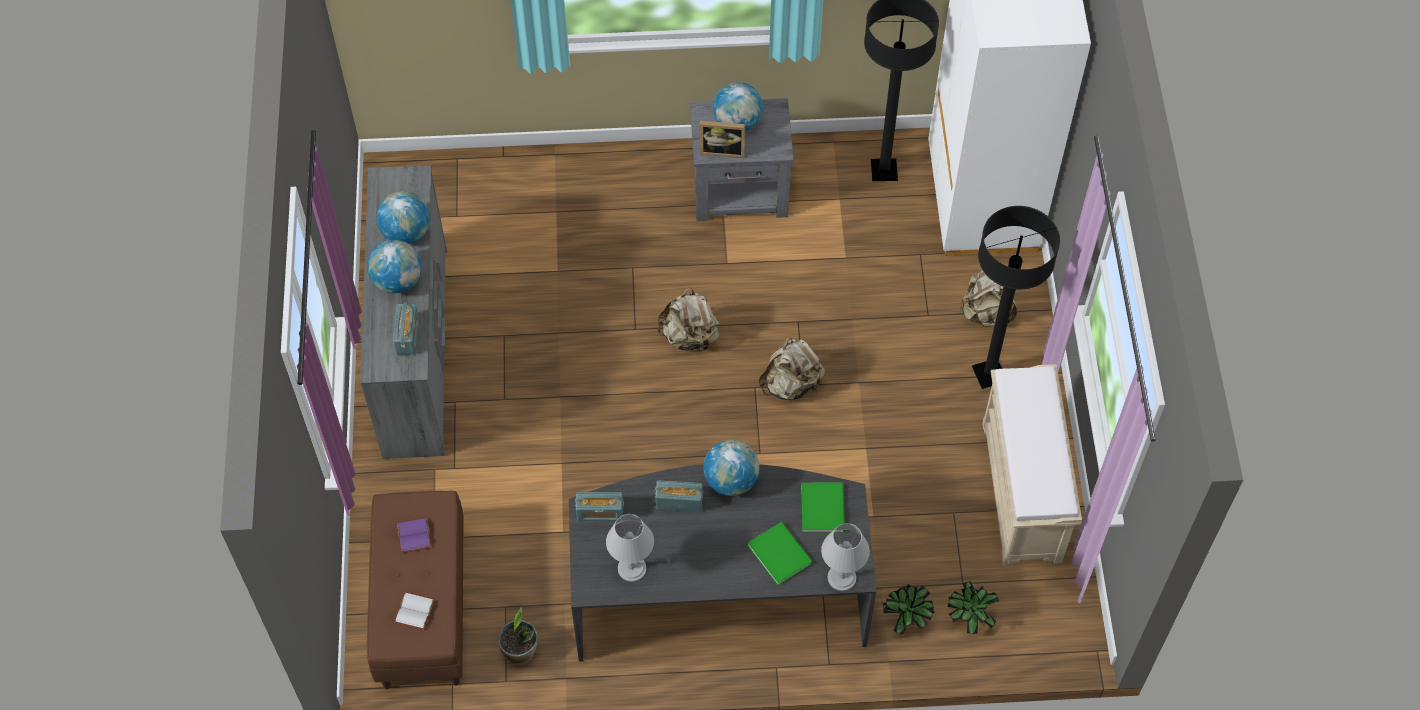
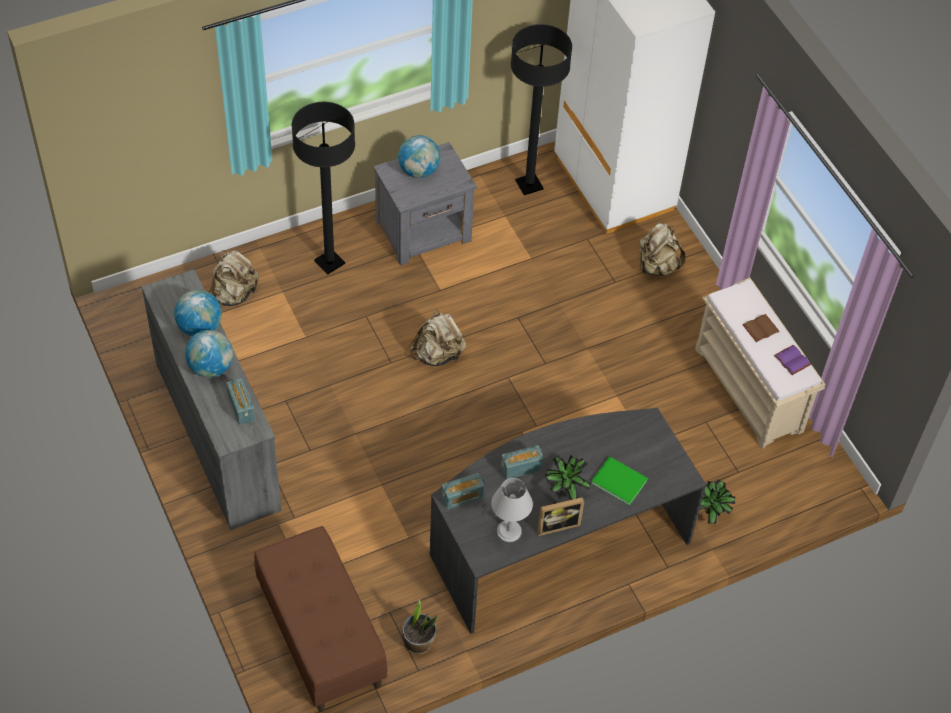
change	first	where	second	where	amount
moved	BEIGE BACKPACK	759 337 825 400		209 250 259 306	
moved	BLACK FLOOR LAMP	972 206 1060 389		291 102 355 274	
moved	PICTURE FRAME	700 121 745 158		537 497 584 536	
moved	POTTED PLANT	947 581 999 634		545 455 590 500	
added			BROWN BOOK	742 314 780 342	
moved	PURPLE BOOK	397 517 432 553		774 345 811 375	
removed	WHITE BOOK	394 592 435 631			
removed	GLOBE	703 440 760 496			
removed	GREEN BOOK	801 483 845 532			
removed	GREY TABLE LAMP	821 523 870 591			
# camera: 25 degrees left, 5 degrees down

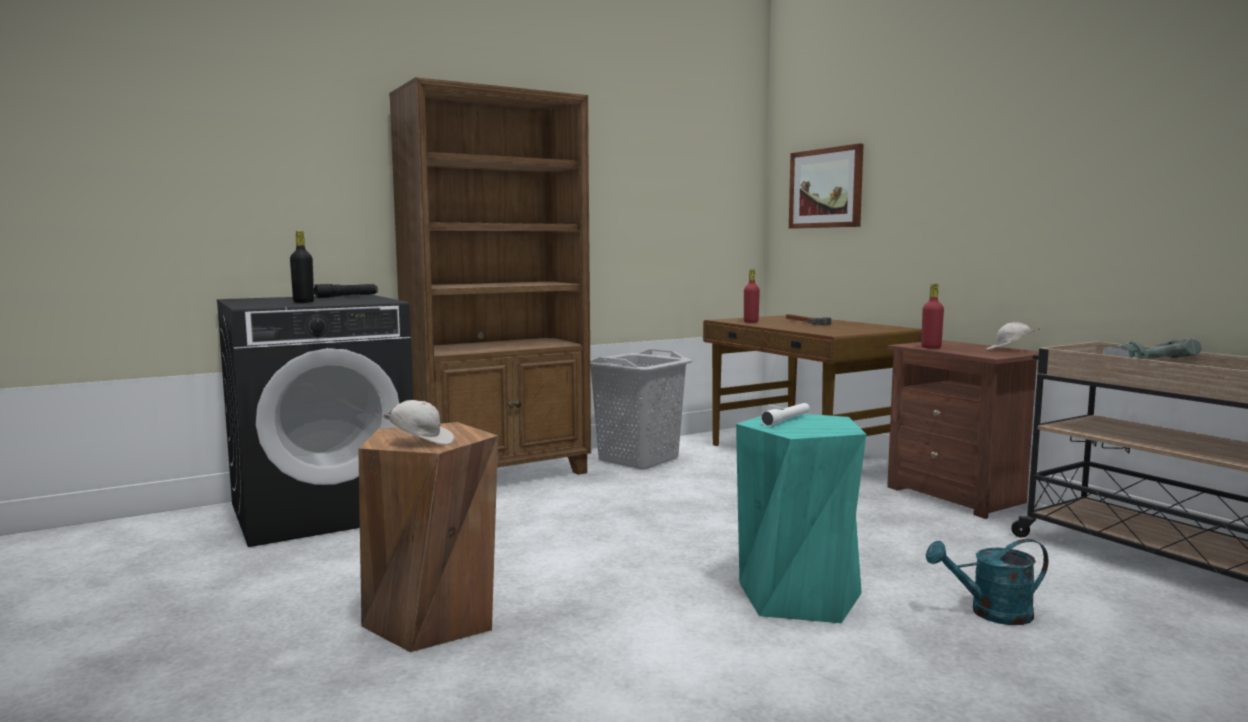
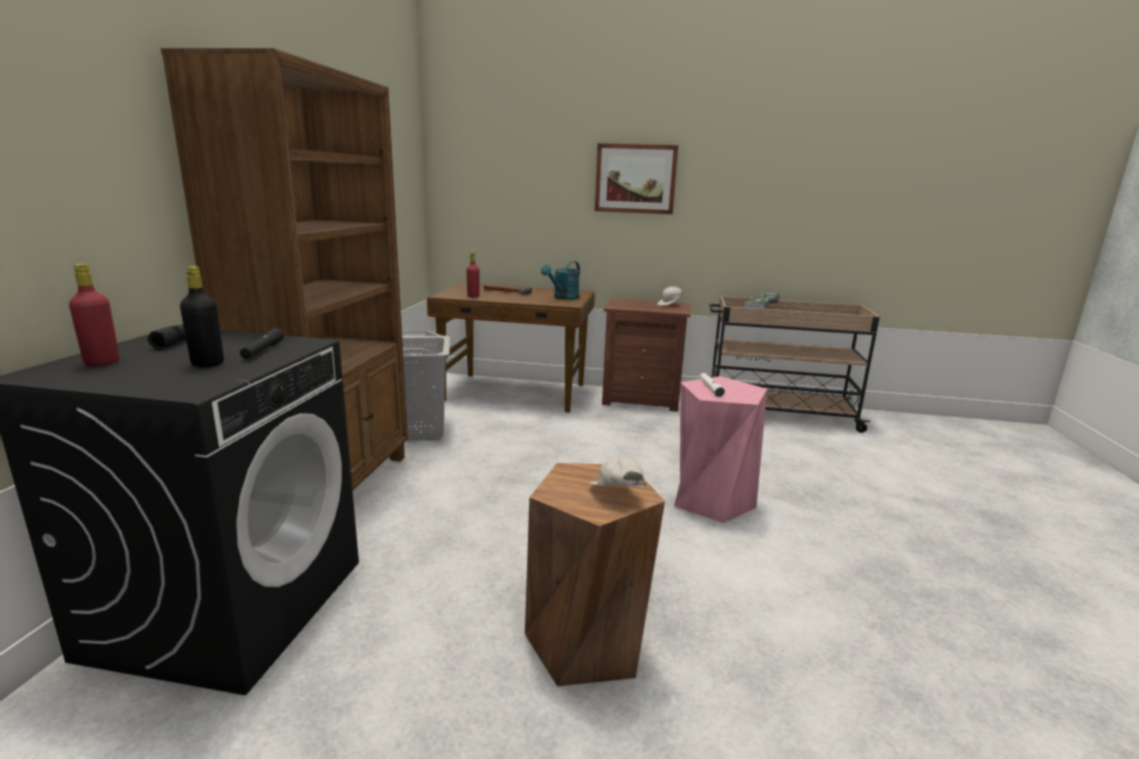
change	first	where	second	where	amount
moved	RED BOTTLE	921 284 944 349		69 264 120 366	
added			BLACK FLASHLIGHT	240 328 284 359	
moved	TURQUOISE WATERING CAN	926 539 1048 625		541 261 580 300	
turned	WHITE CAP	374 400 454 445		589 458 647 487	60 degrees counterclockwise
moved	PICTURE	789 143 864 229		595 143 678 214	
recoloured	TURQUOISE STOOL	736 414 866 623	PINK STOOL	674 376 767 523	
# camera: 50 degrees left, 10 degrees up

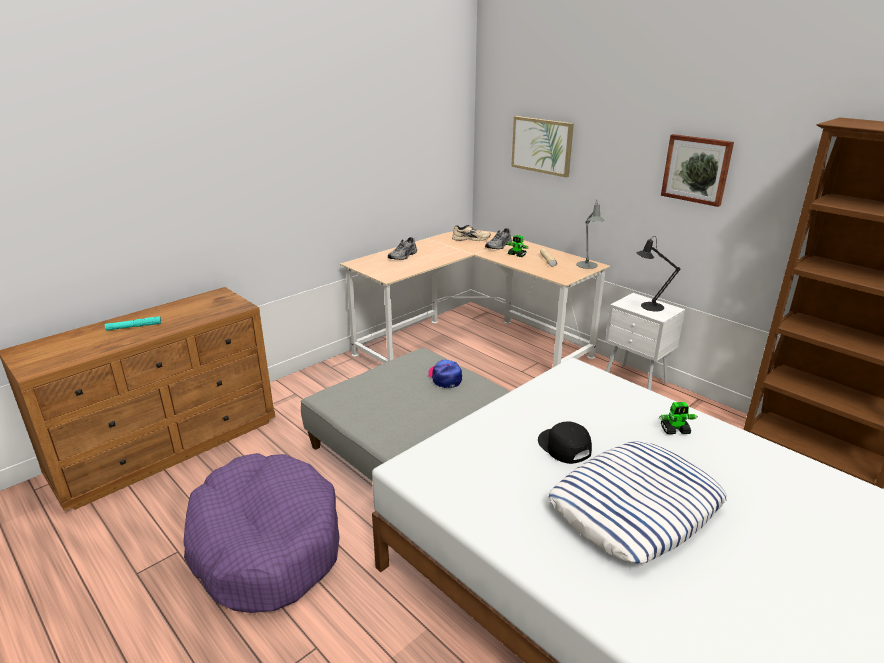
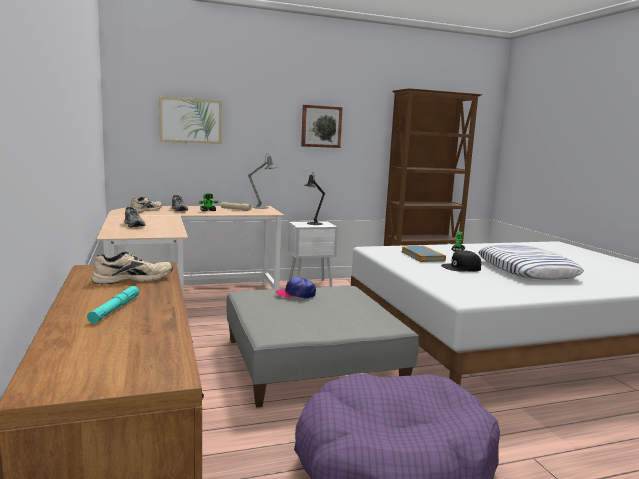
change	first	where	second	where	amount
added			BEIGE SHOE	91 252 173 284	
added			BOOK	401 246 446 262	
# camera: 65 degrees left, 15 degrees down

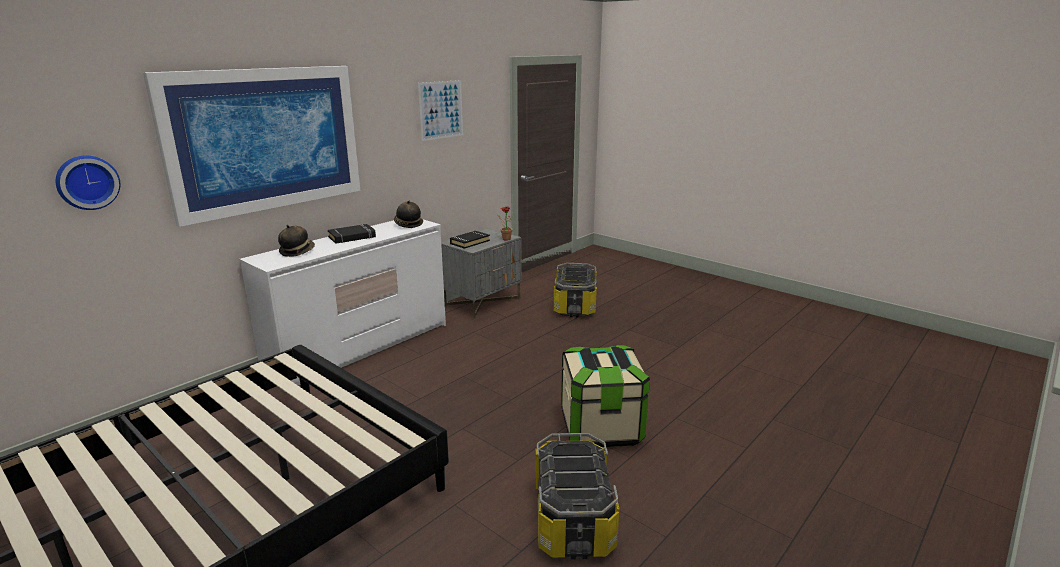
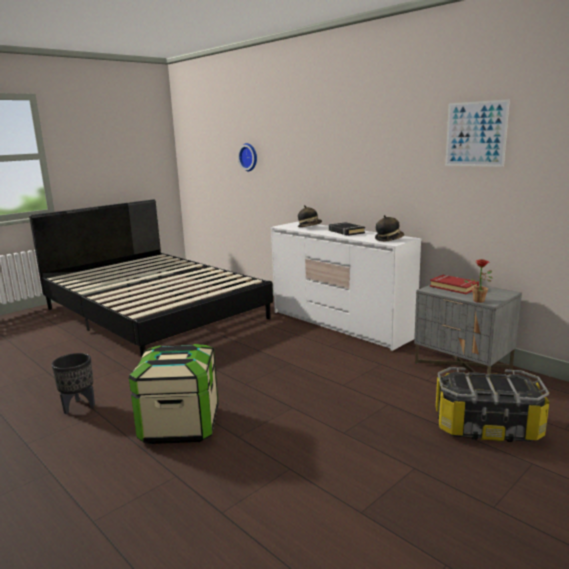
change	first	where	second	where	amount
replaced	STORAGE BOX	535 433 619 560	BLACK PLANTER	51 353 95 414	
recoloured	BLACK BOOK	450 231 490 249	RED BOOK	430 275 479 294	
removed	PICTURE	143 66 360 227			
# camera: 95 degrees right, 5 degrees down

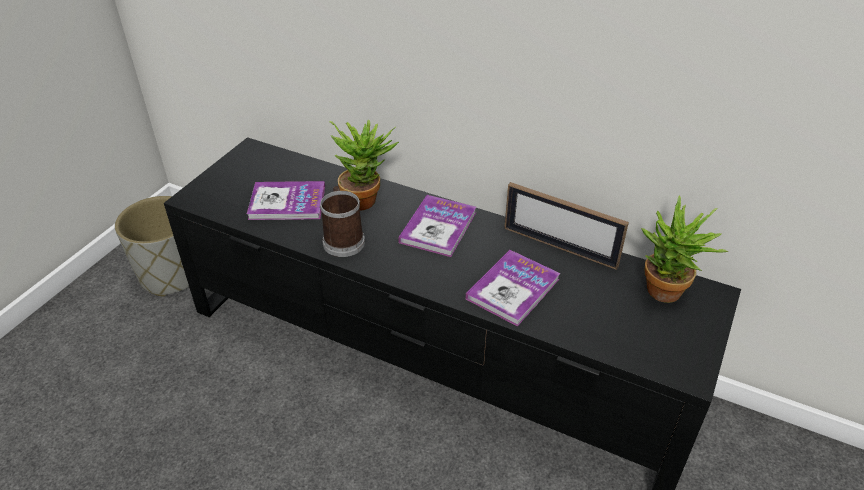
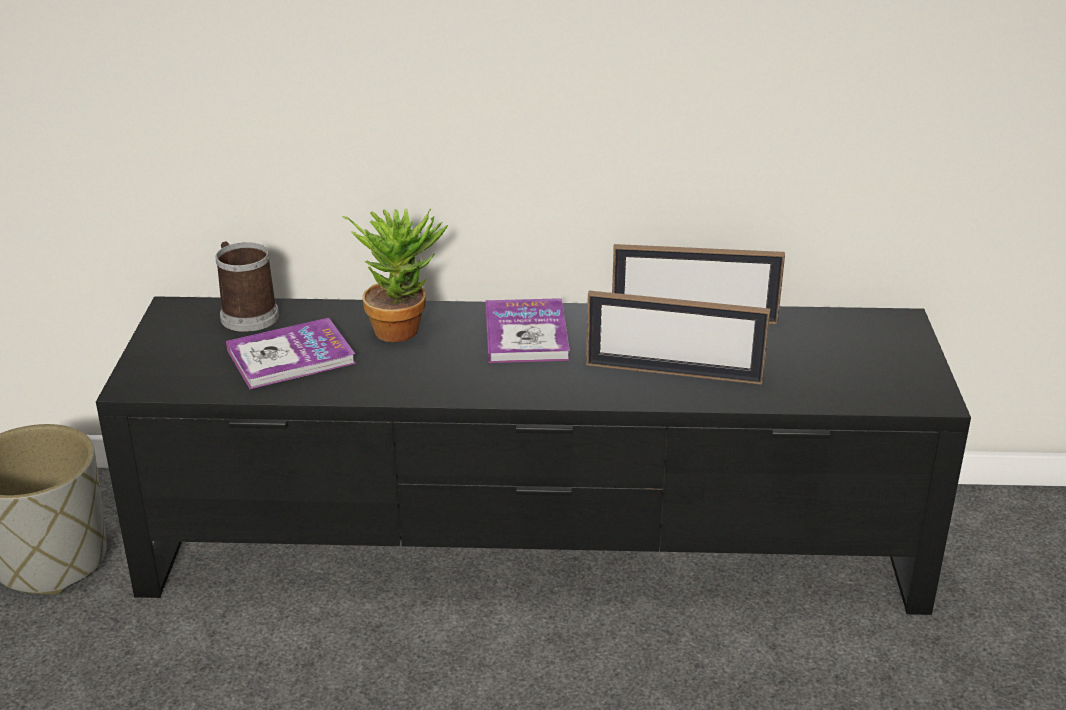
change	first	where	second	where	amount
moved	MUG	320 186 365 257		216 241 279 332	
replaced	BOOK	466 250 560 327	PICTURE FRAME	586 291 770 385	
removed	POTTED PLANT	641 195 729 303			
# camera: 25 degrees left, 10 degrees down

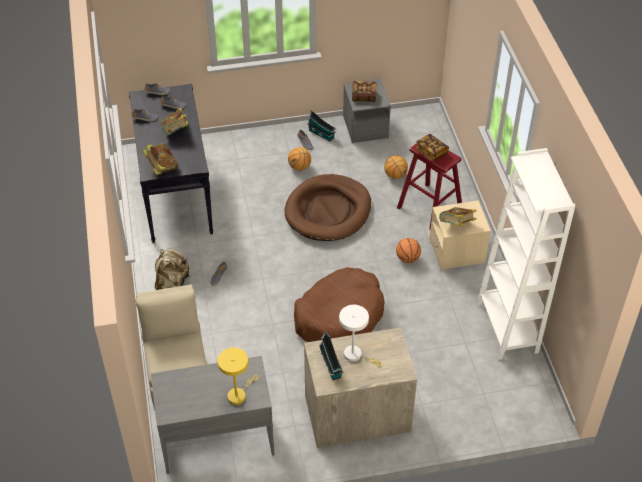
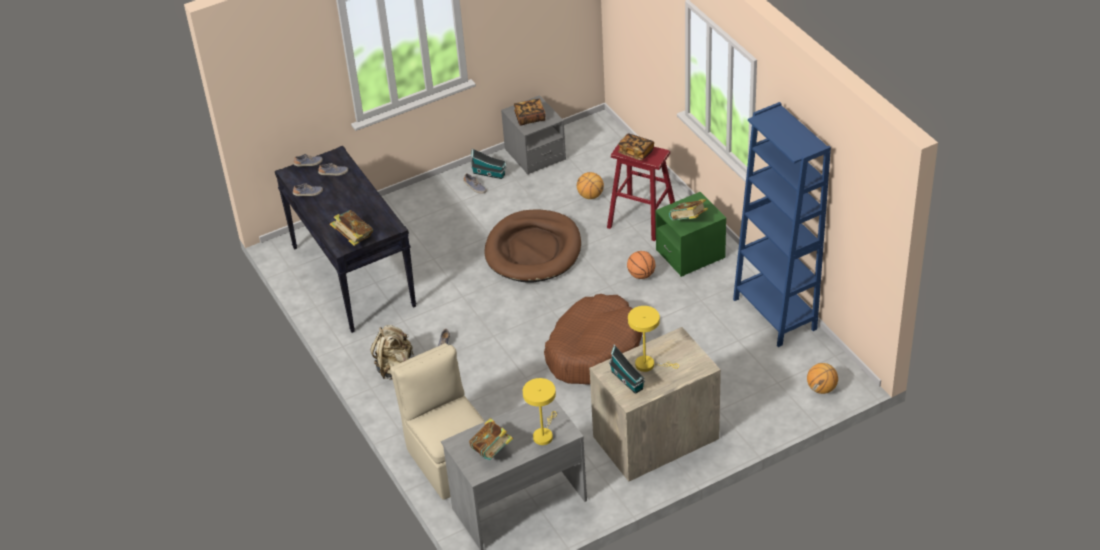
change	first	where	second	where	amount
moved	BOOK	161 108 188 135		469 418 513 460	
recoloured	WHITE TABLE LAMP	339 305 382 367	YELLOW TABLE LAMP	628 306 679 372	
recoloured	BEIGE NIGHTSTAND	429 201 491 270	GREEN NIGHTSTAND	655 192 726 277	
recoloured	WHITE BOOKCASE	477 148 576 360	BLUE BOOKCASE	733 102 831 347	
moved	BASKETBALL	288 147 311 171		807 363 838 394	
# camera: 15 degrees left, 5 degrees down

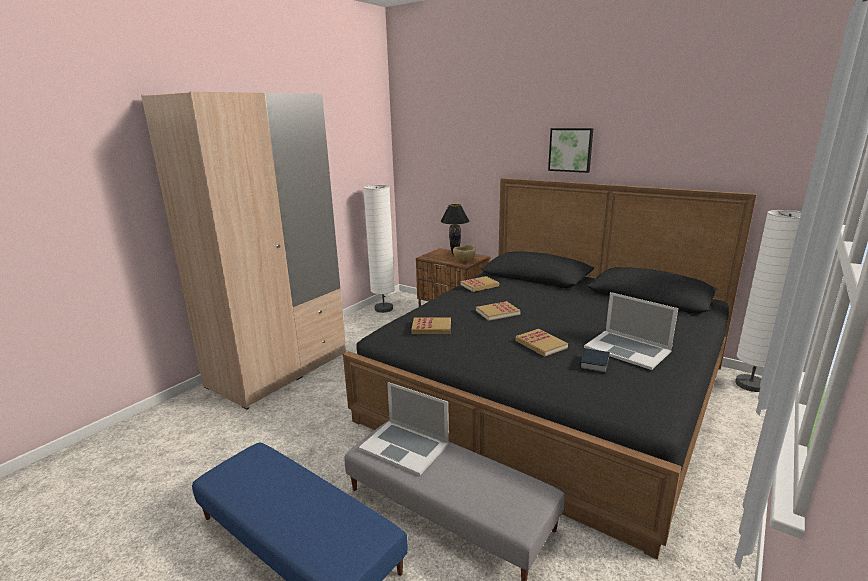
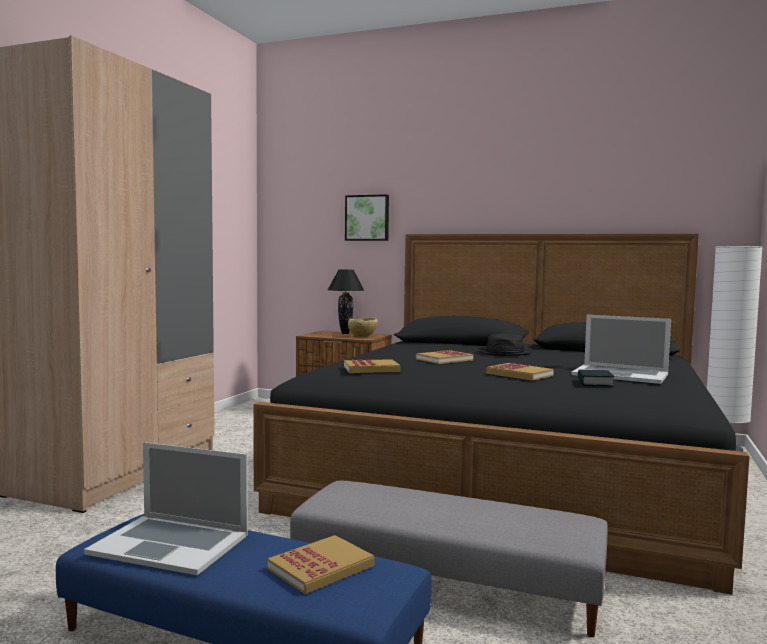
change	first	where	second	where	amount
moved	LAPTOP	359 382 449 476		84 442 248 575	
moved	BOOK	461 276 499 292		268 535 375 594	
moved	PICTURE	548 128 594 173		345 194 389 241	
added			BLACK HAT	476 334 534 356	
removed	WHITE FLOOR LAMP	363 185 395 313			
# camera: 15 degrees left, 15 degrees down

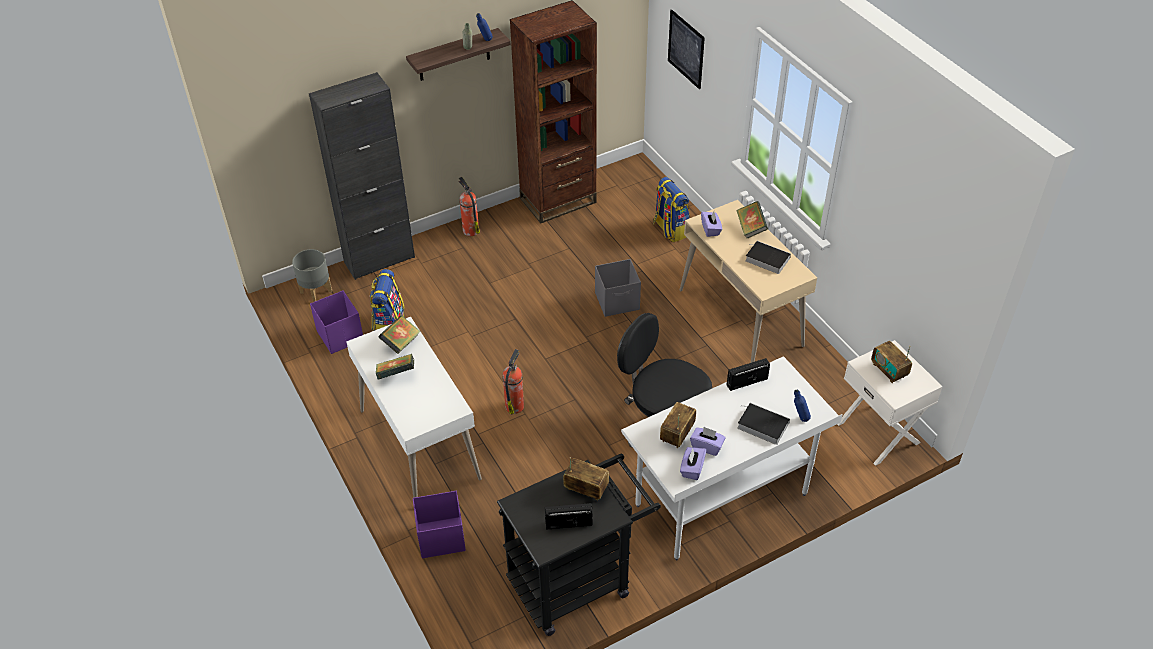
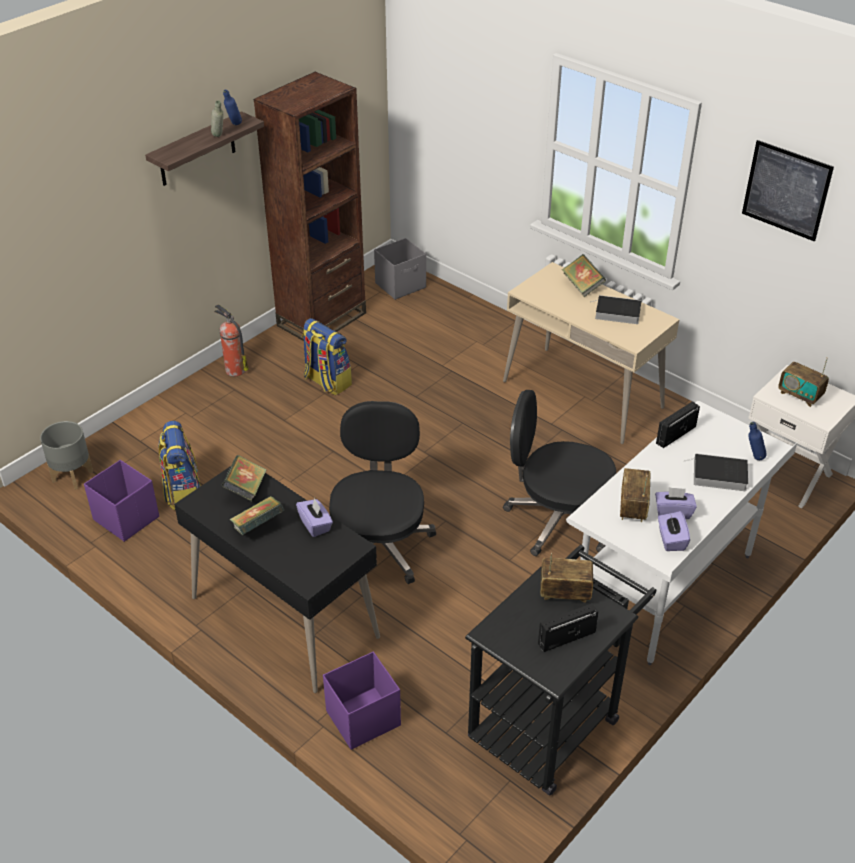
change	first	where	second	where	amount
recoloured	WHITE DESK	346 317 482 498	BLACK DESK	174 466 380 693	
moved	PURPLE TISSUE BOX	701 212 722 237		296 498 333 537	
moved	BACKPACK	653 177 690 242		302 318 352 395	
replaced	FIRE EXTINGUISHER	502 349 524 414	BLACK OFFICE CHAIR	329 401 436 584	
moved	GREY STORAGE BOX	595 259 641 317		374 238 426 300	
moved	PICTURE	668 10 705 89		742 140 834 241	
removed	BLACK CABINET	309 72 415 280			
# camera: 20 degrees left, 5 degrees down

